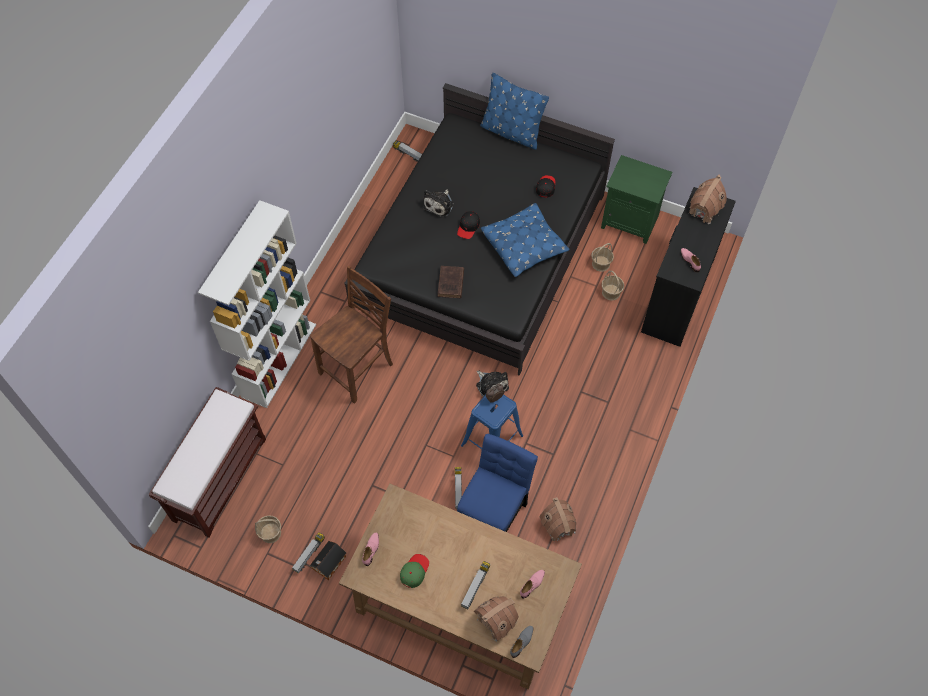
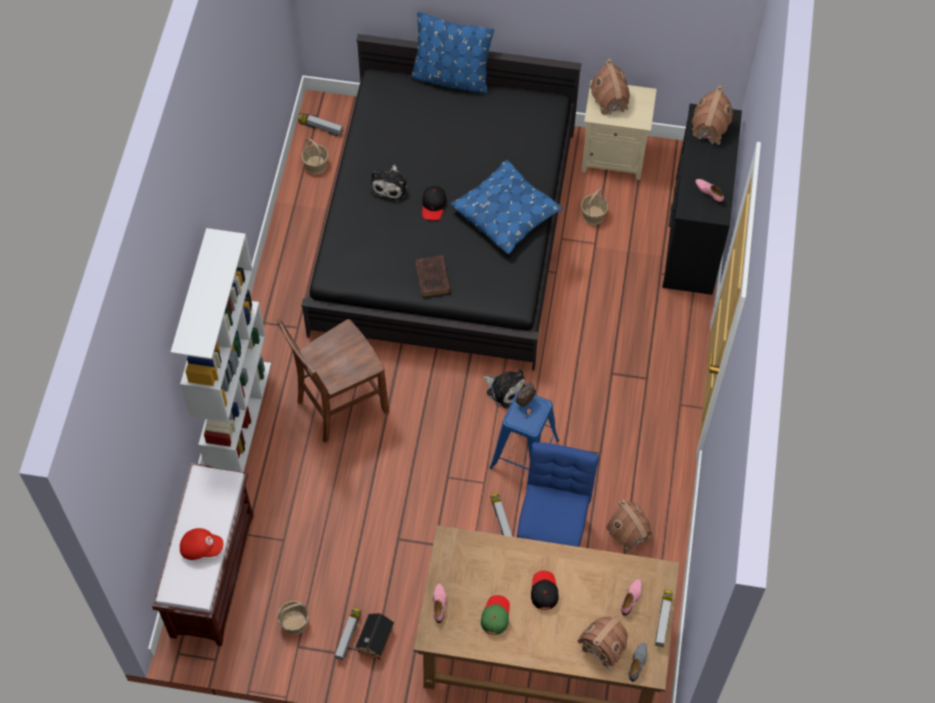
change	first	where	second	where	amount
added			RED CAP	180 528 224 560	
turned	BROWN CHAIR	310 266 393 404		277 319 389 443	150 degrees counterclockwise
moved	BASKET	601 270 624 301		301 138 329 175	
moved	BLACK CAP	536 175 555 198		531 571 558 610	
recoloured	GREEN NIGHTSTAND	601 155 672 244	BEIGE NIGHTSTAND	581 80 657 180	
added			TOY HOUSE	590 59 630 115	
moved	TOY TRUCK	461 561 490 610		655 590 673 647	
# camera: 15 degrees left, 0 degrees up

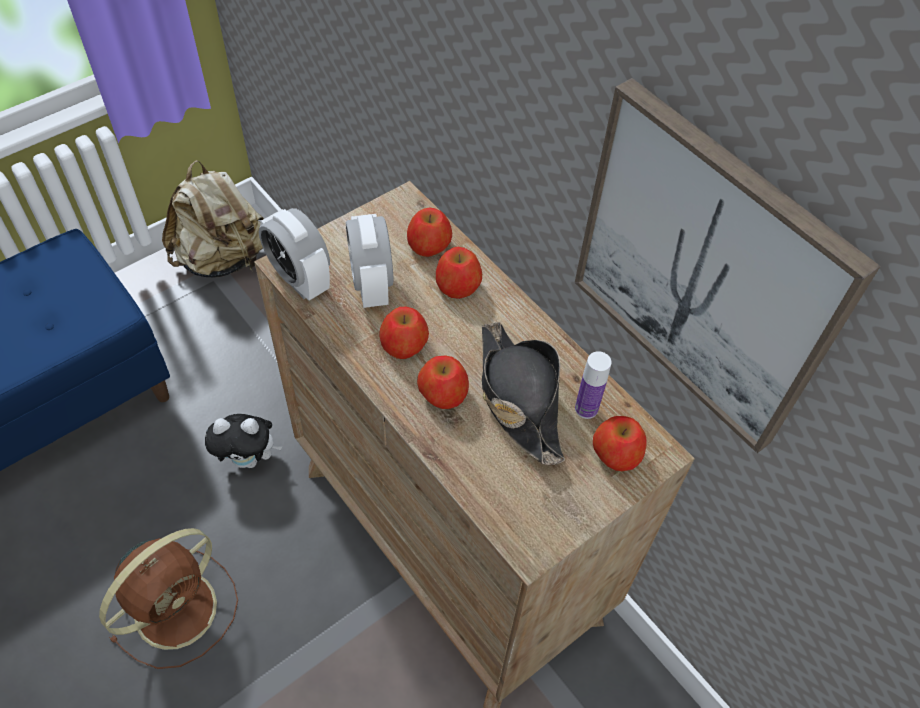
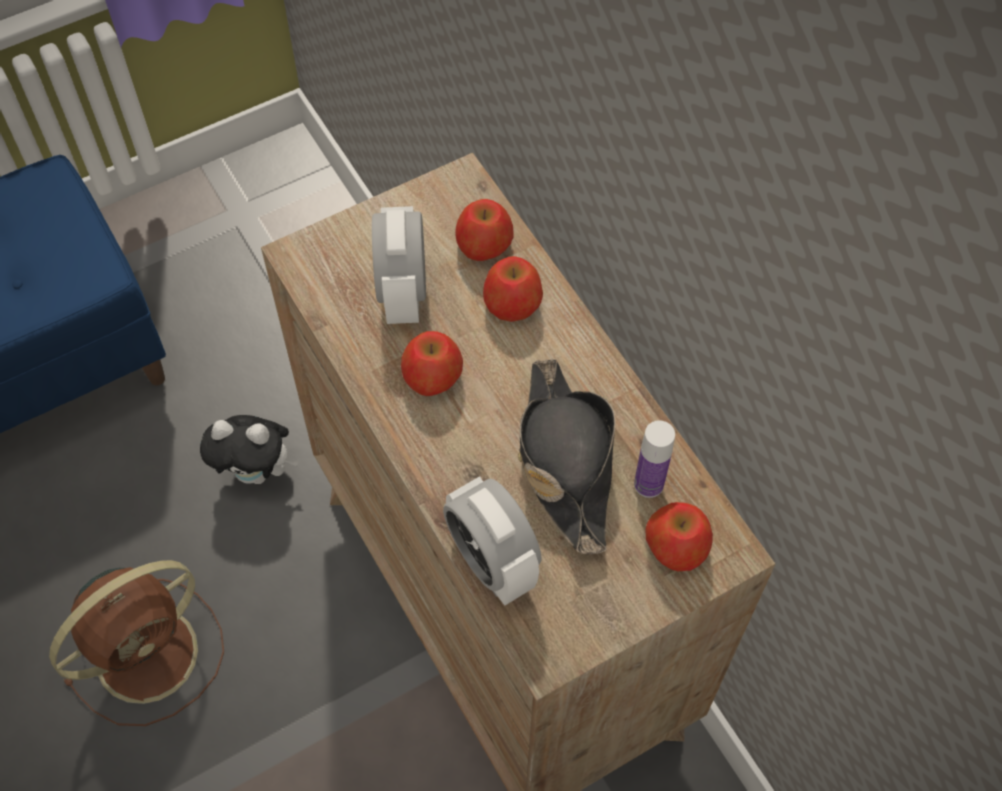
change	first	where	second	where	amount
moved	ALARM CLOCK	259 208 330 301		443 476 542 606	
removed	BEIGE BACKPACK	162 160 264 277			
removed	APPLE	417 356 469 409			
removed	PICTURE	575 78 881 453			
# camera: 10 degrees right, 5 degrees up

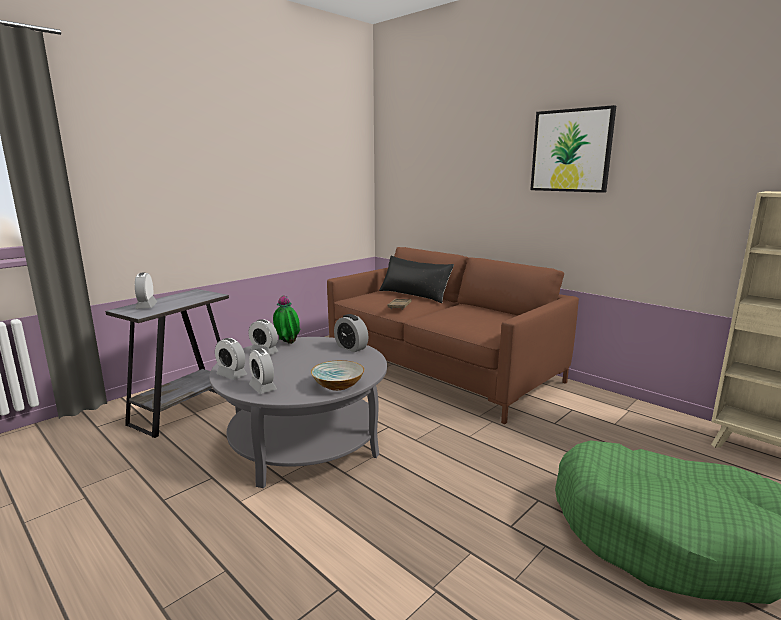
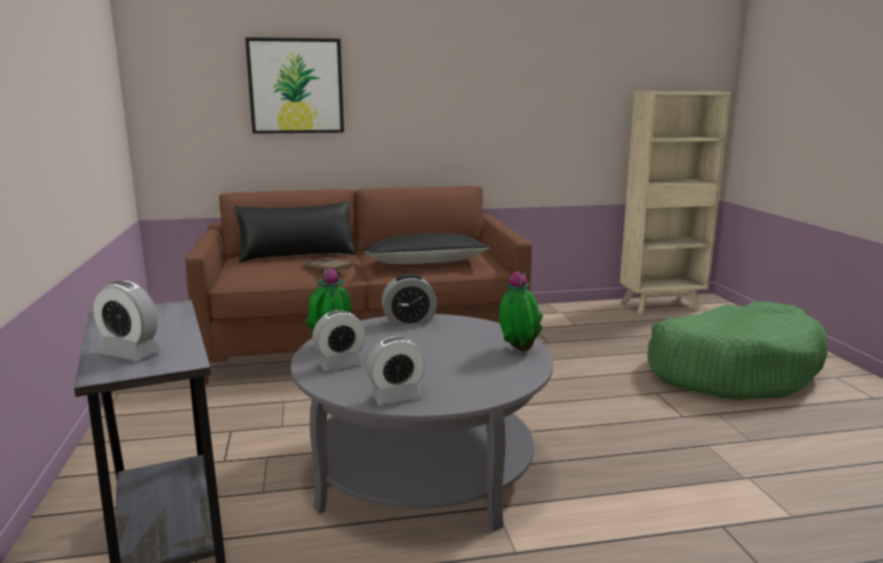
change	first	where	second	where	amount
moved	PICTURE	530 105 616 193		245 37 344 134	
added			BLACK PILLOW	363 233 490 264	
replaced	BOWL	311 360 364 391	POTTED PLANT	499 271 543 352	
removed	ALARM CLOCK	249 348 277 394			
# camera: 55 degrees left, 0 degrees up

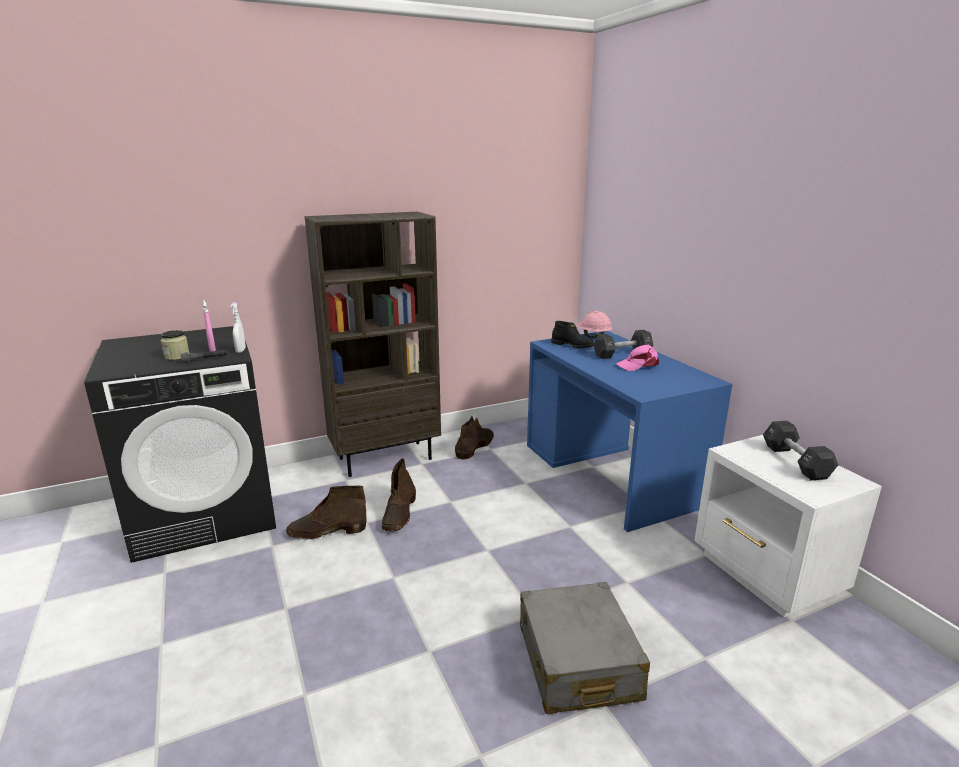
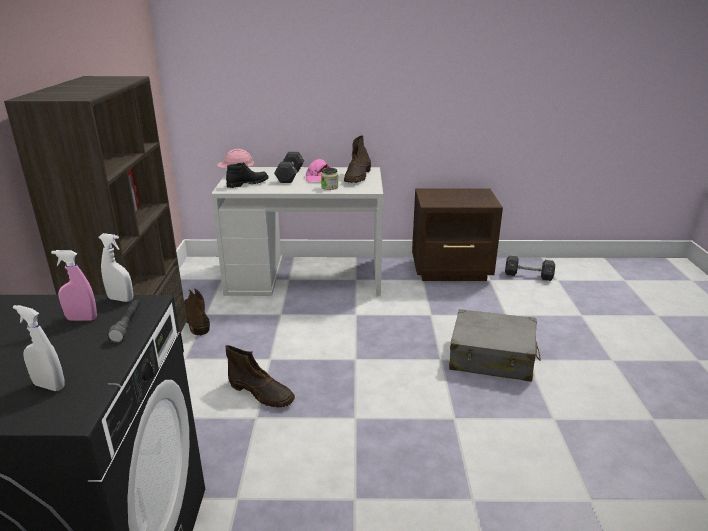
change	first	where	second	where	amount
added			WHITE SPRAY BOTTLE	13 305 64 391	
recoloured	BLUE DESK	527 331 732 532	WHITE DESK	211 167 383 296	
moved	JAR	161 330 190 360		321 168 338 190	
moved	BROWN BOOT	286 486 367 540		344 136 371 183	
recoloured	WHITE NIGHTSTAND	694 435 882 617	BROWN NIGHTSTAND	412 188 503 281	
moved	BLACK DUMBBELL	763 421 838 480		505 255 555 281	
# camera: 65 degrees left, 5 degrees up

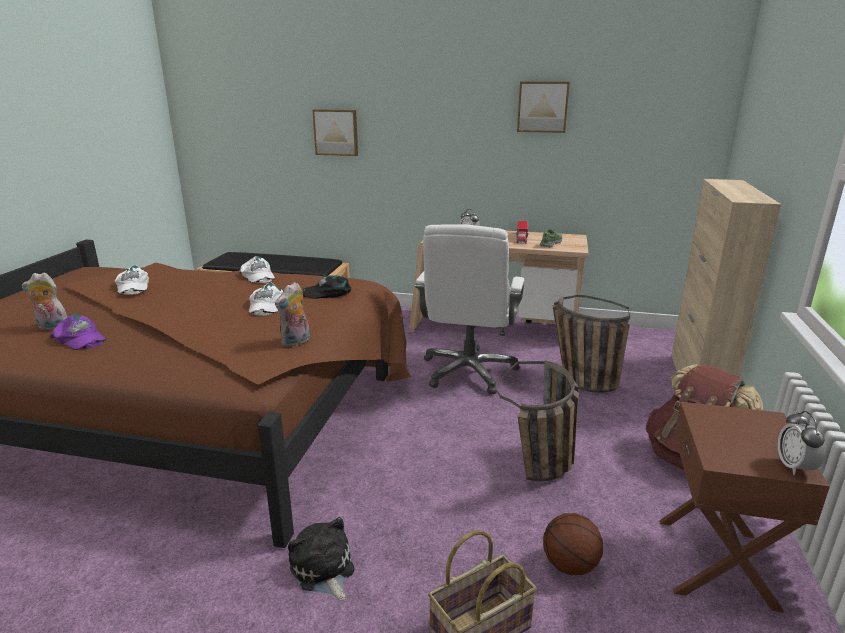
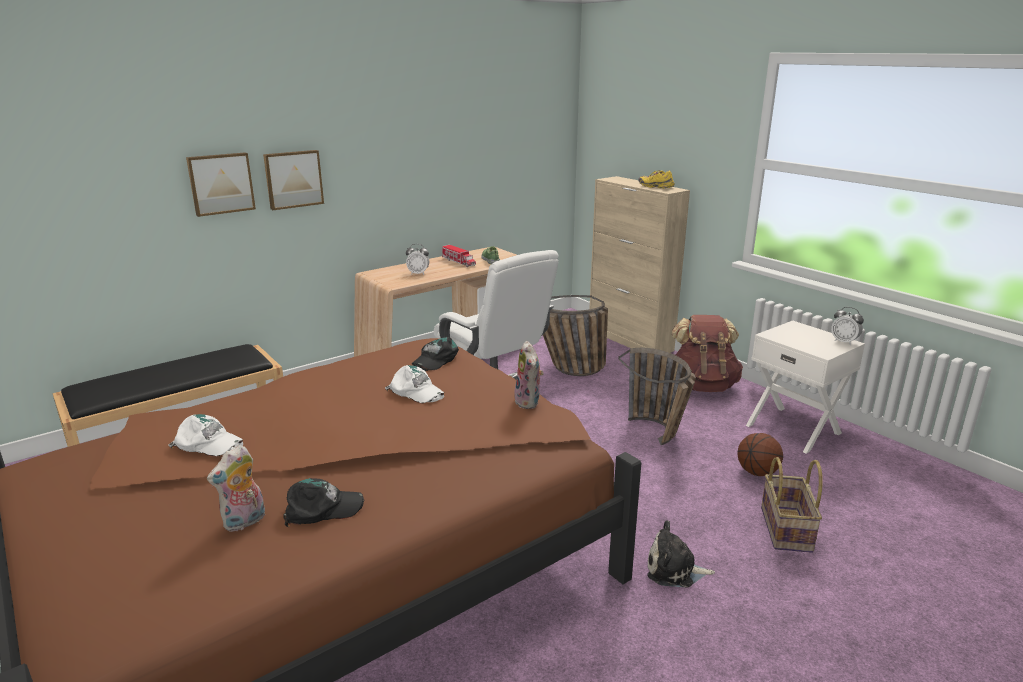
change	first	where	second	where	amount
moved	PICTURE	517 82 570 133		263 150 324 210	
recoloured	PURPLE CAP	50 314 106 350	BLACK CAP	283 478 364 527	
added			YELLOW SHOE	639 170 674 188	
recoloured	BROWN NIGHTSTAND	659 402 830 613	WHITE NIGHTSTAND	746 321 865 454	
removed	WHITE CAP	239 256 275 283			
# camera: 50 degrees left, 0 degrees up

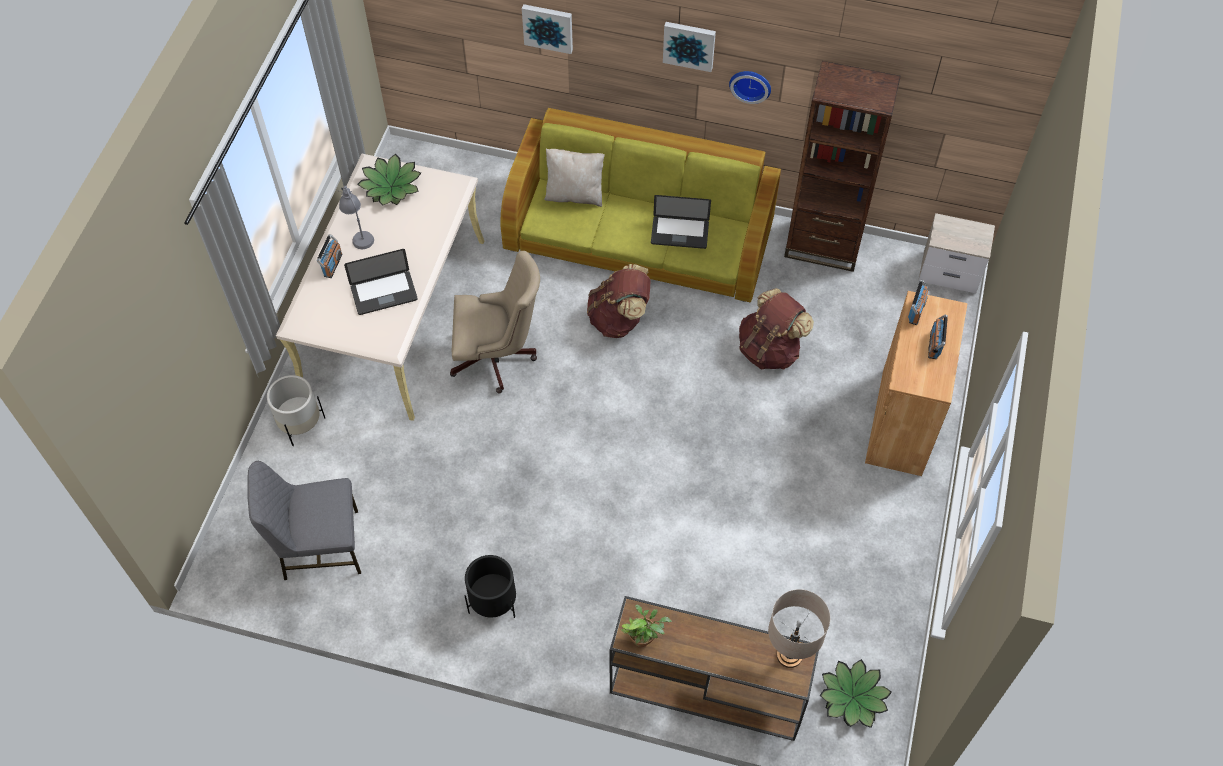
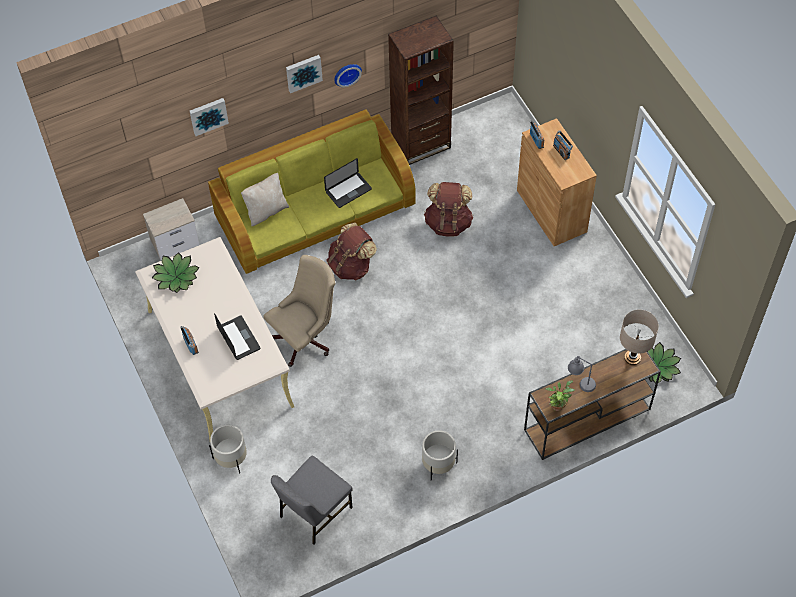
change	first	where	second	where	amount
moved	NIGHTSTAND	919 213 995 293		143 198 200 260	
turned	LAPTOP	344 249 418 315		214 313 260 360	60 degrees counterclockwise
recoloured	BLACK PLANTER	464 555 516 618	WHITE PLANTER	422 430 458 481	
moved	GREY TABLE LAMP	339 186 374 249		568 356 596 392	
# camera: 40 degrees left, 0 degrees up

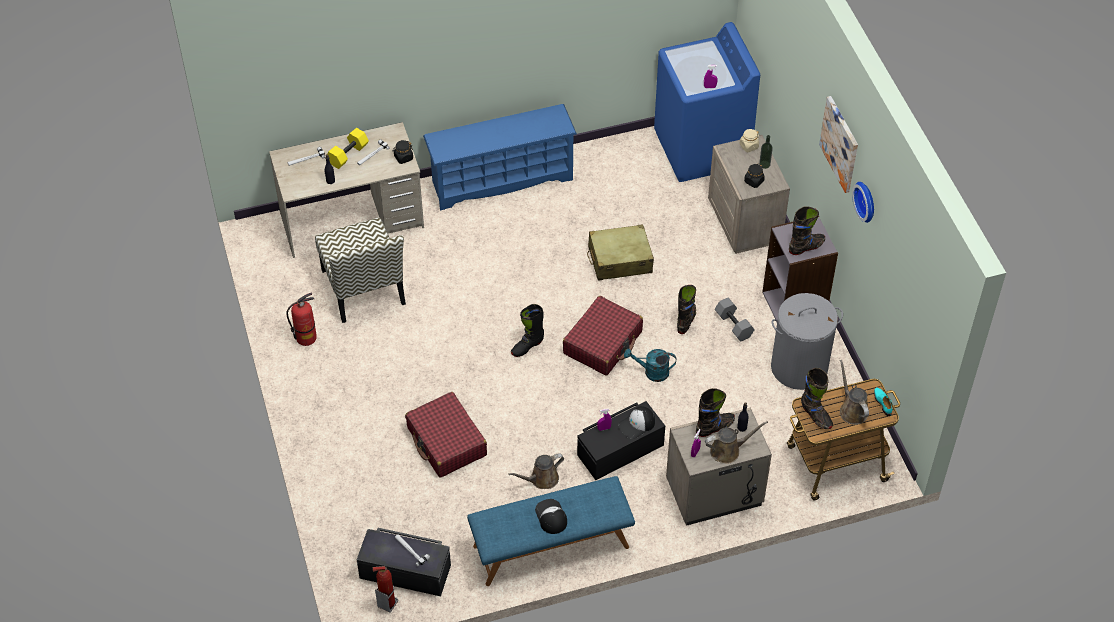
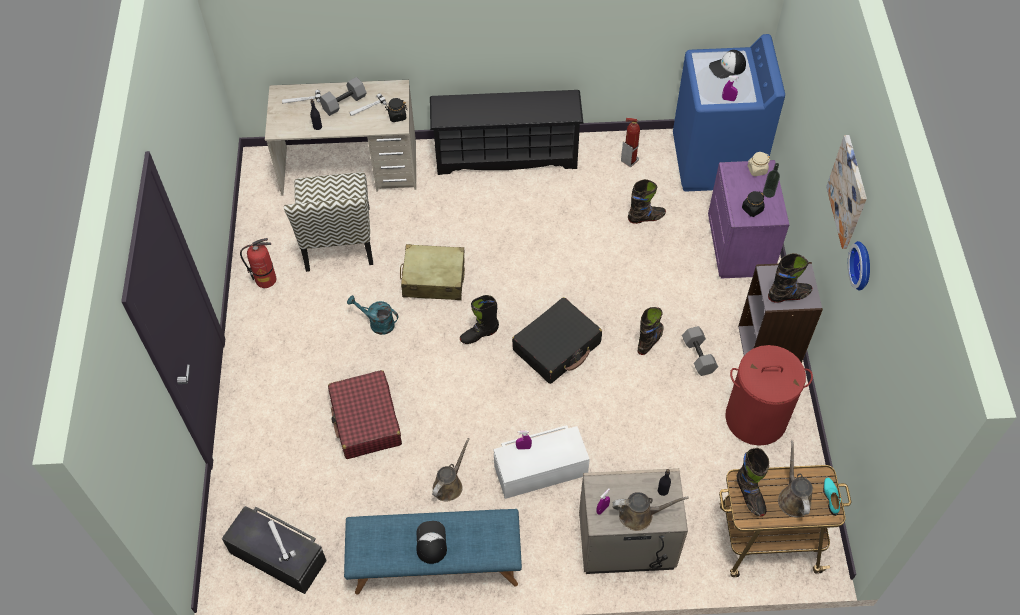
change	first	where	second	where	amount
recoloured	YELLOW DUMBBELL	327 128 369 169	GREY DUMBBELL	320 77 366 116	
moved	TURQUOISE WATERING CAN	624 349 676 382		347 296 398 335	
moved	BEIGE SUITCASE	587 224 654 281		400 244 465 300	
recoloured	BLUE SHOE RACK	423 104 577 211	BLACK SHOE RACK	430 90 584 175	
turned	BROWN WATERING CAN	508 453 564 489		432 438 470 502	135 degrees clockwise
recoloured	BLACK STORAGE BOX	577 401 665 480	WHITE STORAGE BOX	493 425 590 499	
recoloured	RED SUITCASE	563 296 643 376	BLACK SUITCASE	512 297 602 384	
moved	FIRE EXTINGUISHER	373 566 398 613		621 118 640 167	
moved	BLACK BOOT	696 388 735 437		628 179 666 224	
recoloured	BEIGE NIGHTSTAND	708 135 790 254	PURPLE NIGHTSTAND	708 160 789 278	
moved	CAP	618 406 655 439		709 50 746 79	
recoloured	GREY LAUNDRY BASKET	771 293 843 390	RED LAUNDRY BASKET	725 345 813 446	
# camera: 15 degrees right, 5 degrees up

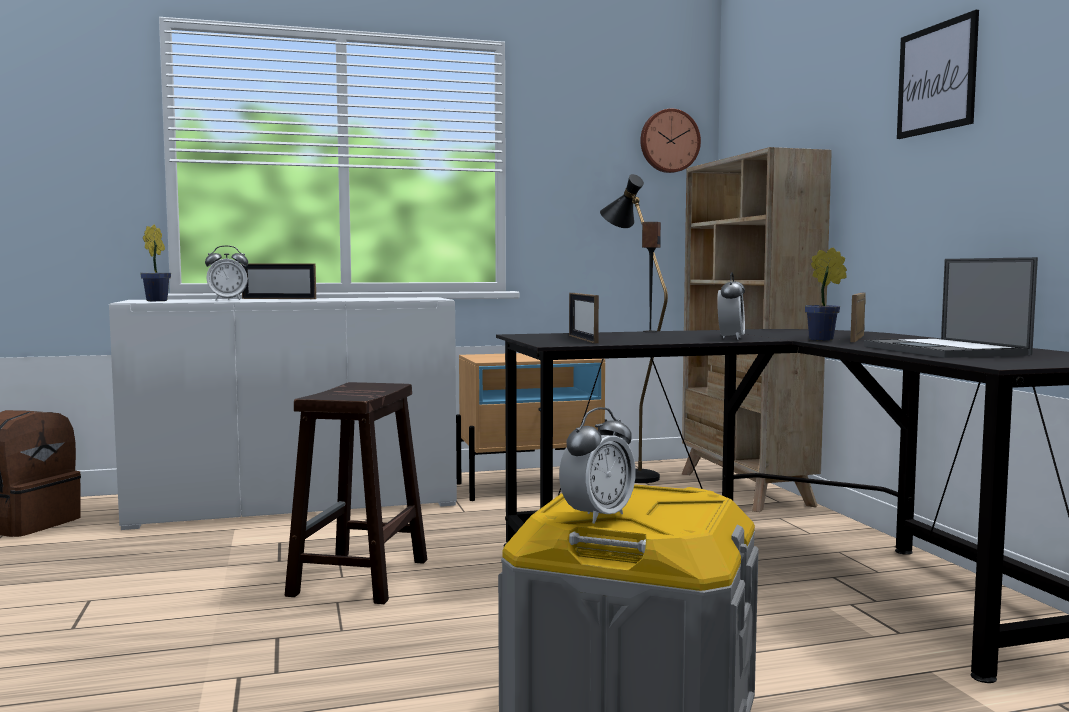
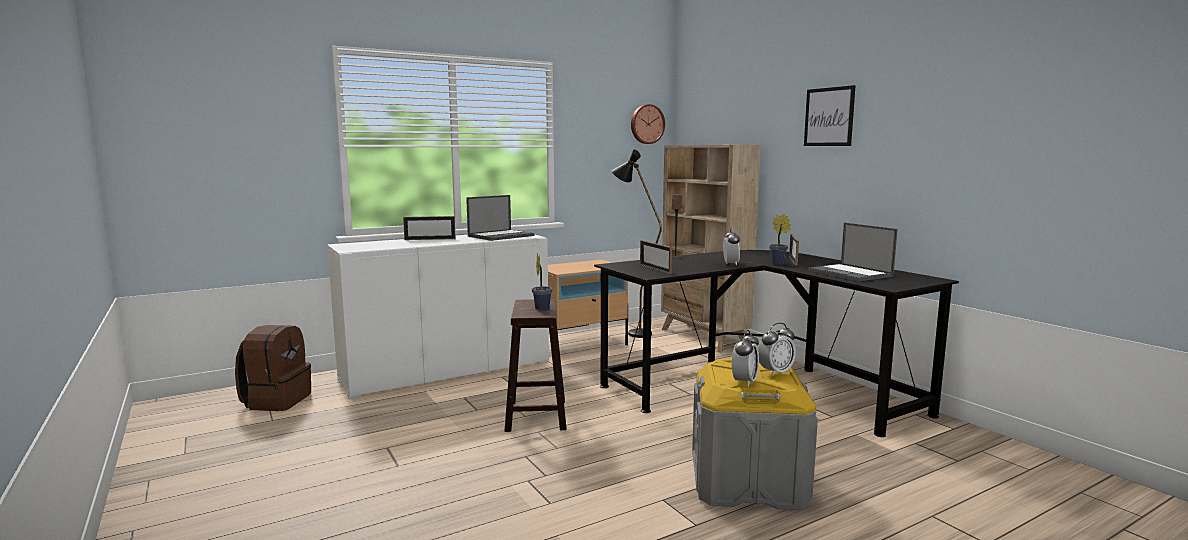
change	first	where	second	where	amount
added			LAPTOP	466 195 534 241	
moved	POTTED PLANT	140 225 171 301		532 252 552 310	
moved	ALARM CLOCK	205 245 248 300		758 323 796 376	
# camera: 15 degrees left, 5 degrees up

